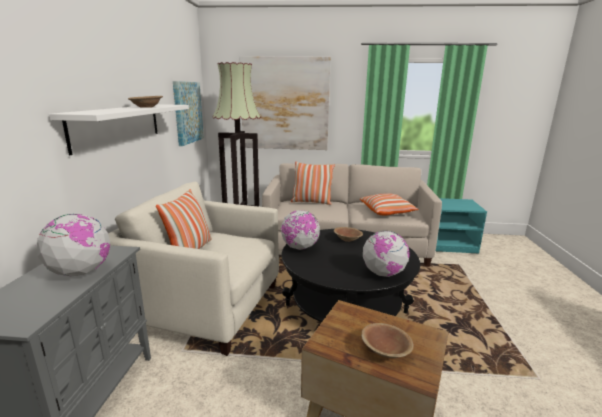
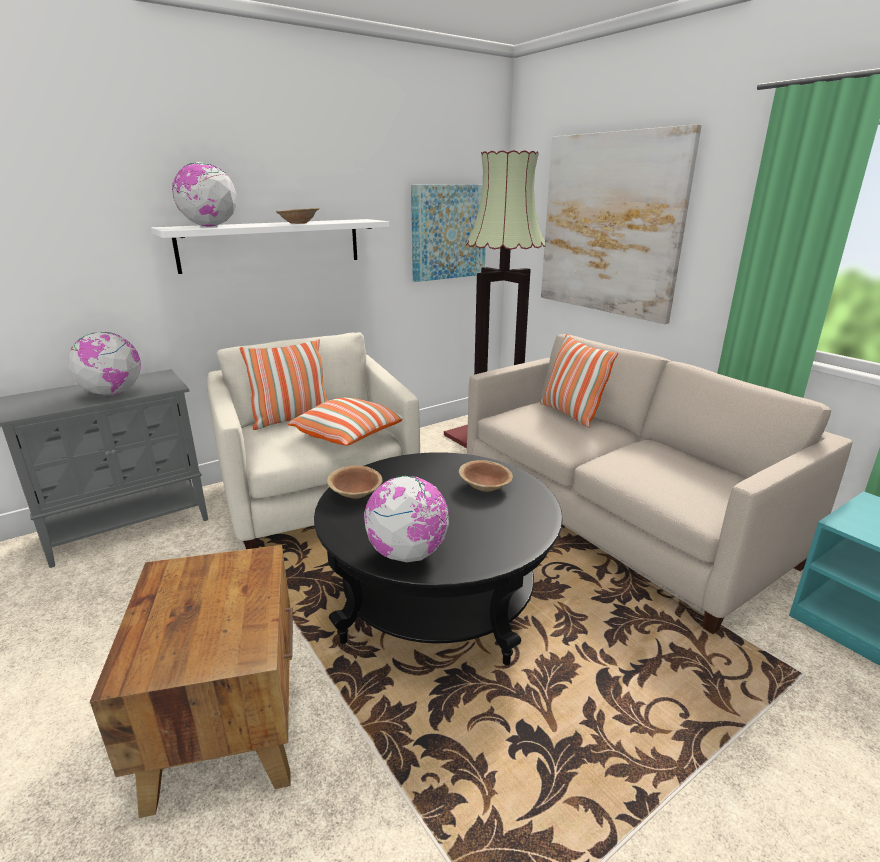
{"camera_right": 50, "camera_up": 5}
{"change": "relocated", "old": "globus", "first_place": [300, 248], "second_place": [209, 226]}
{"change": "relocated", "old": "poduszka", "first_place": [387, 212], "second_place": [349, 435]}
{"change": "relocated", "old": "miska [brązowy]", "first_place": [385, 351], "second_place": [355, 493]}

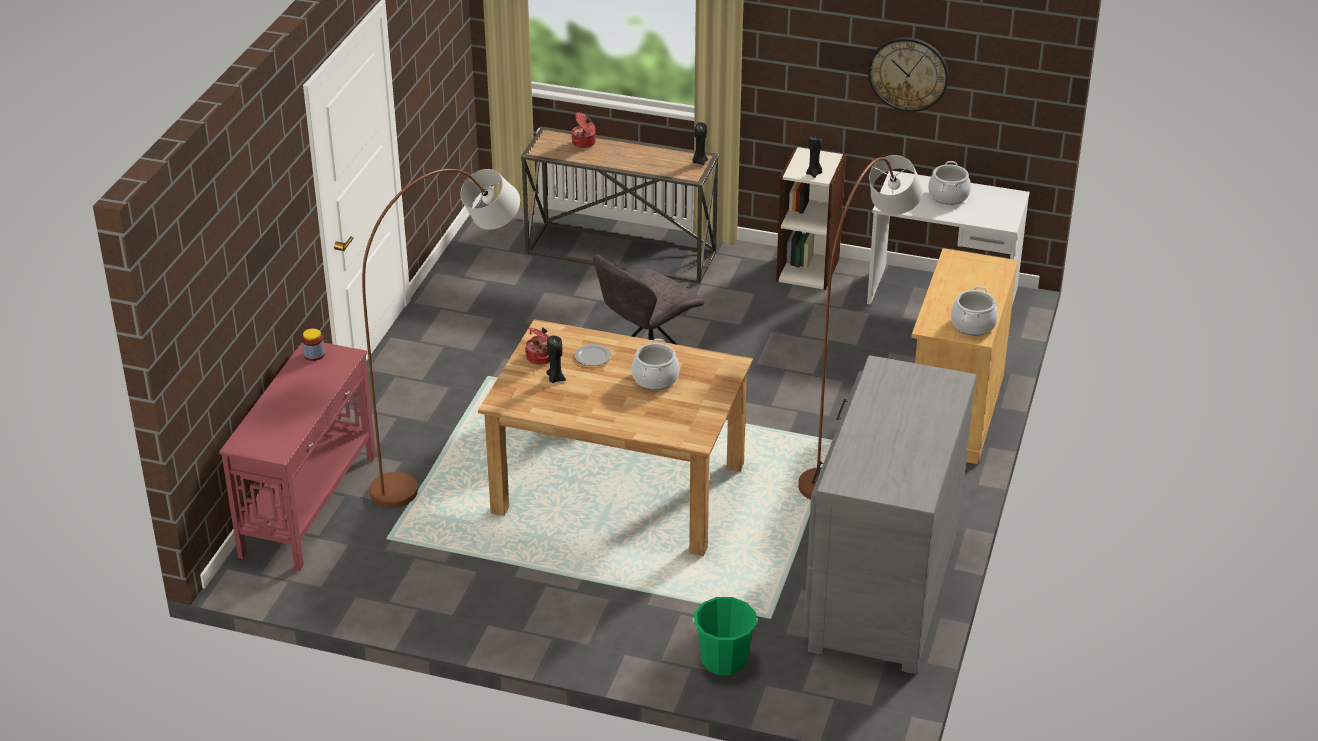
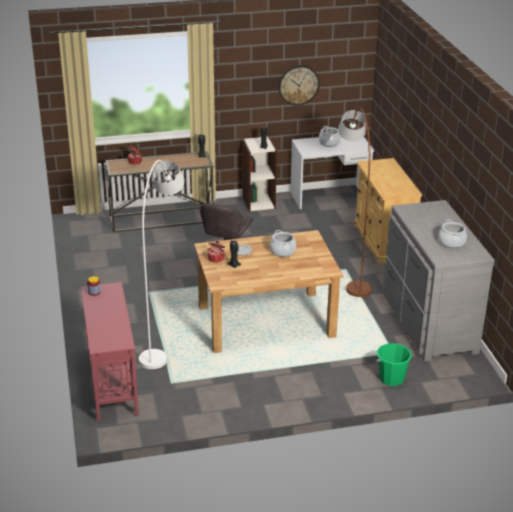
{"camera_right": -30, "camera_up": -5}
{"change": "colour", "old": "lampa stojąca [brązowy]", "new": "lampa stojąca [biały]", "first_place": [454, 448], "second_place": [164, 329]}
{"change": "relocated", "old": "garnek", "first_place": [973, 325], "second_place": [451, 242]}

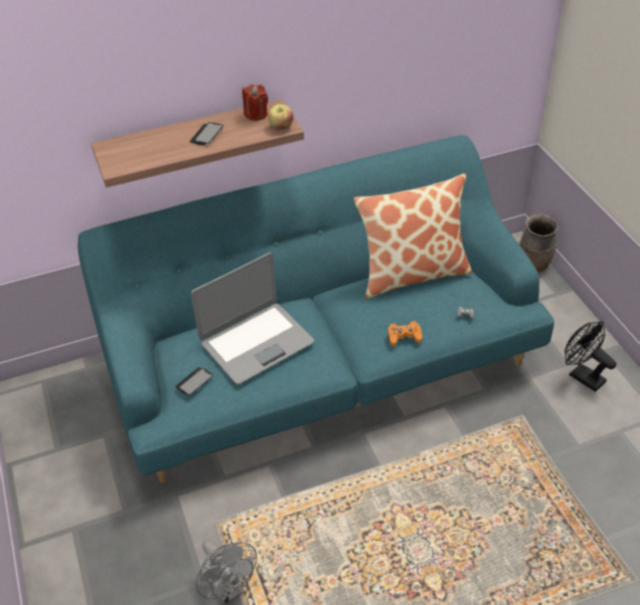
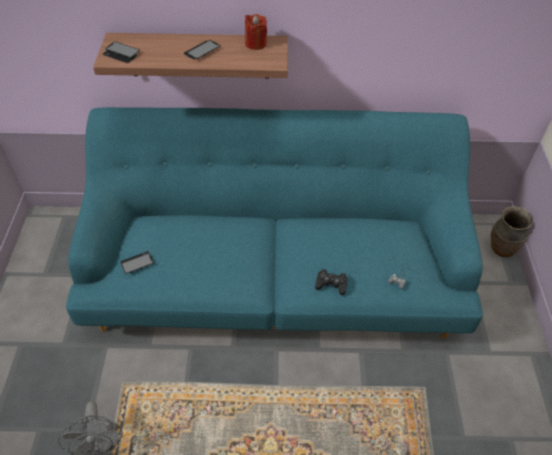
{"camera_right": 20, "camera_up": 5}
{"change": "missing", "old": "laptop", "first_place": [256, 343]}
{"change": "missing", "old": "jabłko", "first_place": [281, 127]}
{"change": "missing", "old": "poduszka", "first_place": [412, 273]}
{"change": "colour", "old": "pad do gier [pomarańczowy]", "new": "pad do gier [czarny]", "first_place": [404, 336], "second_place": [331, 284]}
{"change": "missing", "old": "wentylator [czarny]", "first_place": [581, 376]}
{"change": "appeared", "new": "telefon", "second_place": [121, 53]}

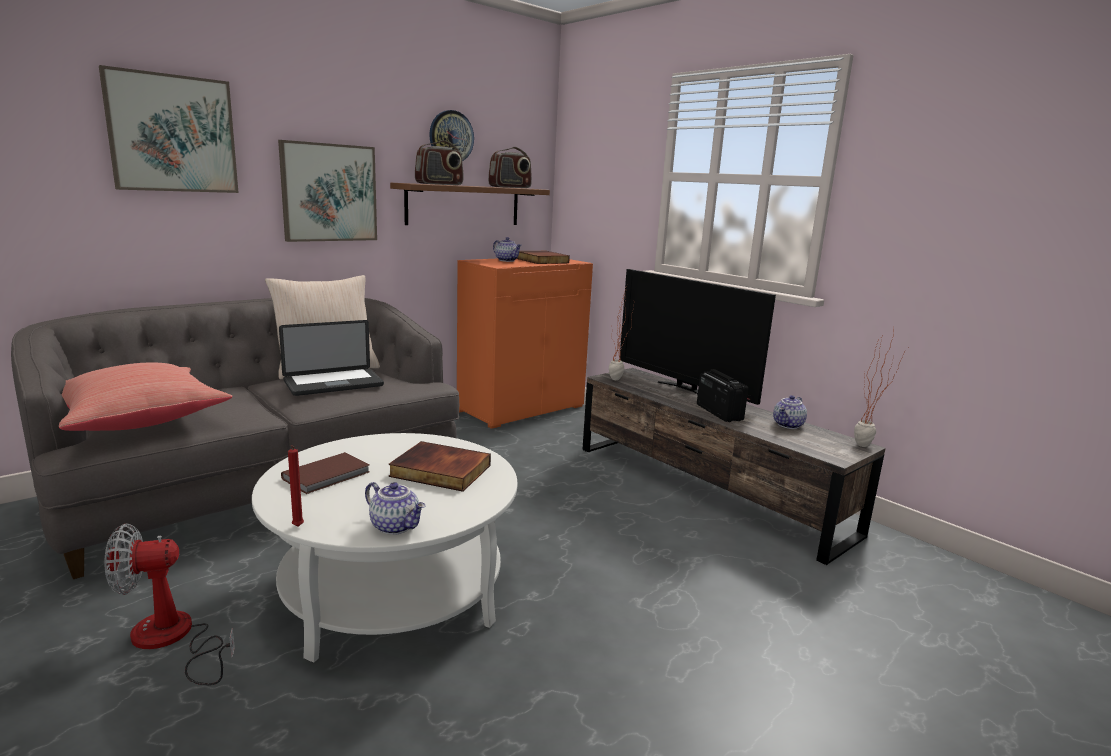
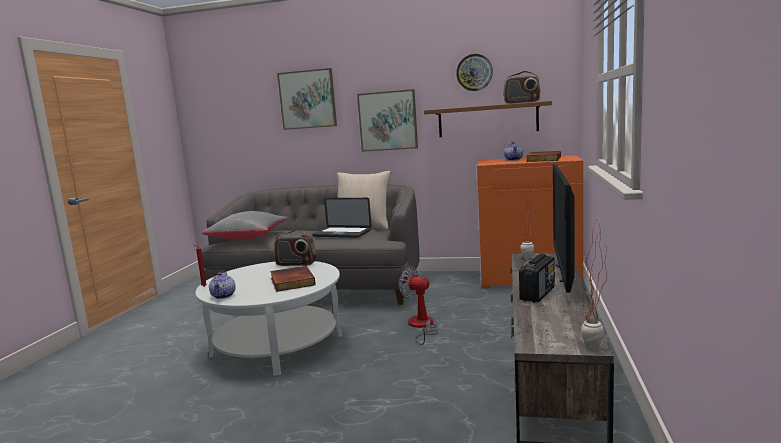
{"camera_right": 55, "camera_up": -5}
{"change": "colour", "old": "poduszka [czerwony]", "new": "poduszka [szary]", "first_place": [139, 421], "second_place": [249, 238]}
{"change": "relocated", "old": "wentylator", "first_place": [172, 640], "second_place": [421, 326]}
{"change": "missing", "old": "książka [brązowy]", "first_place": [328, 475]}
{"change": "relocated", "old": "radio", "first_place": [439, 184], "second_place": [296, 264]}
{"change": "missing", "old": "imbryk", "first_place": [788, 425]}

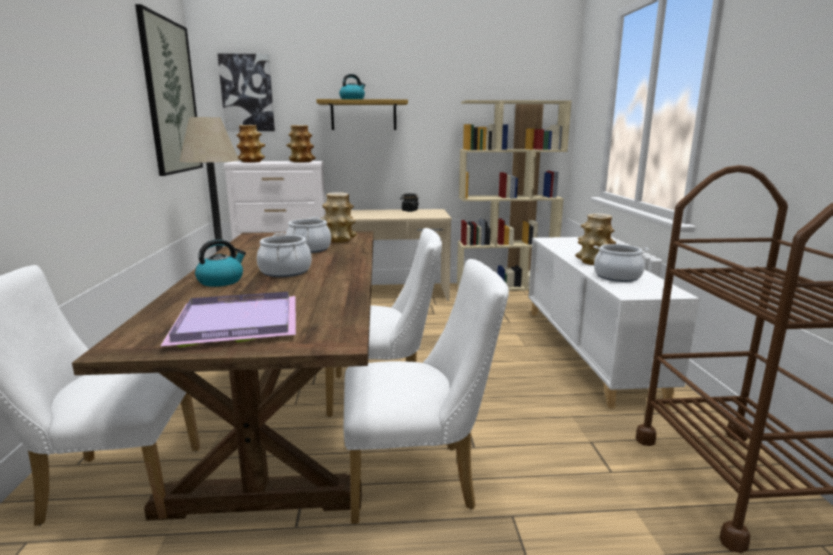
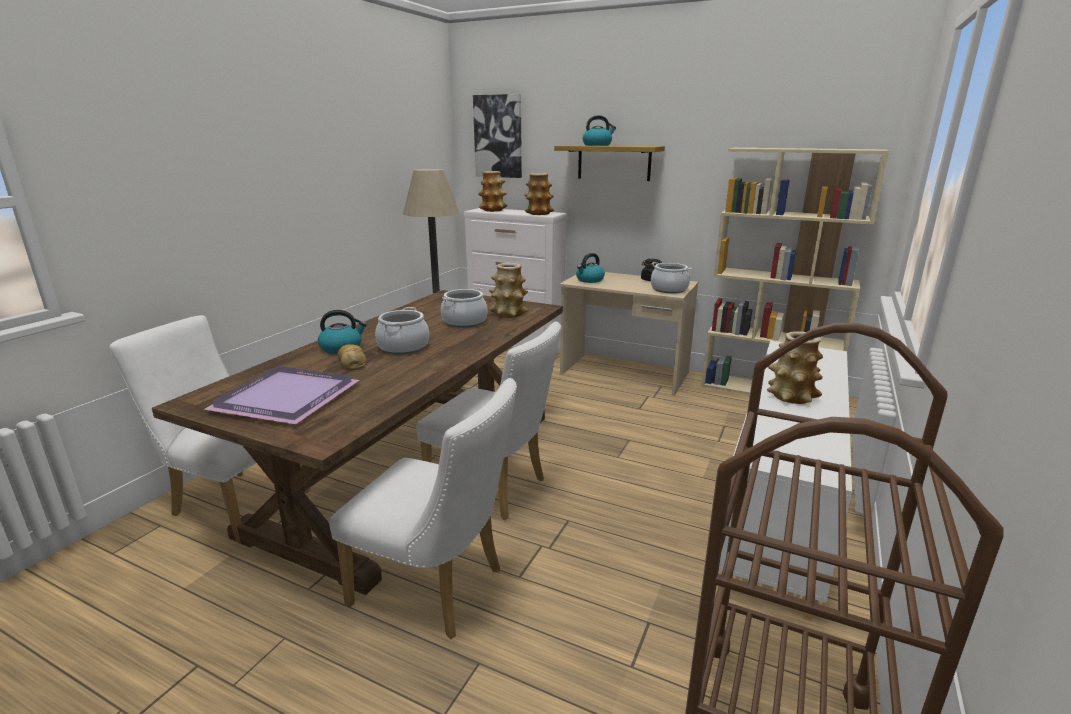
{"camera_right": 30, "camera_up": 5}
{"change": "missing", "old": "obraz", "first_place": [171, 97]}
{"change": "relocated", "old": "garnek", "first_place": [617, 276], "second_place": [669, 289]}
{"change": "appeared", "new": "chleb", "second_place": [352, 363]}
{"change": "appeared", "new": "czajnik", "second_place": [589, 280]}

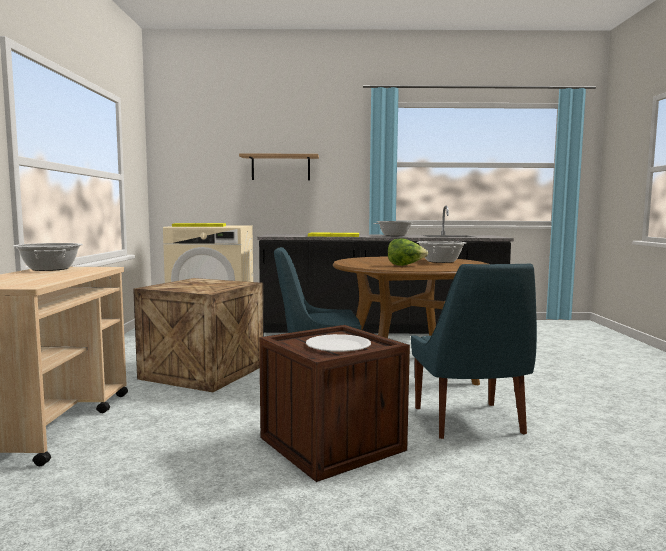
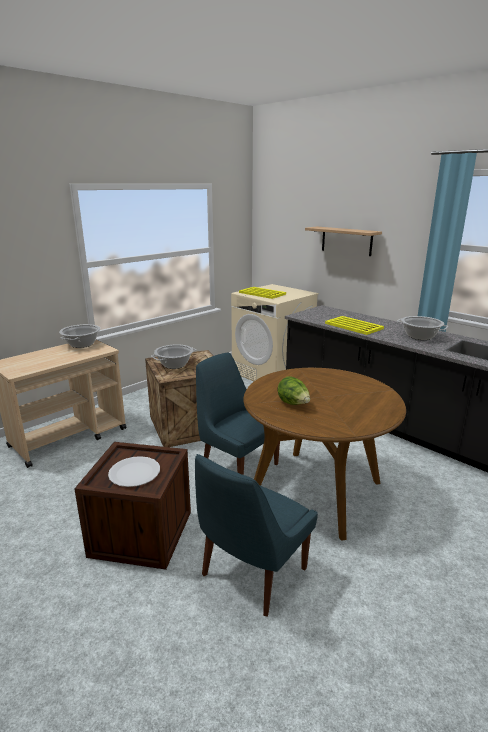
{"camera_right": 45, "camera_up": 15}
{"change": "relocated", "old": "garnek", "first_place": [440, 261], "second_place": [174, 365]}

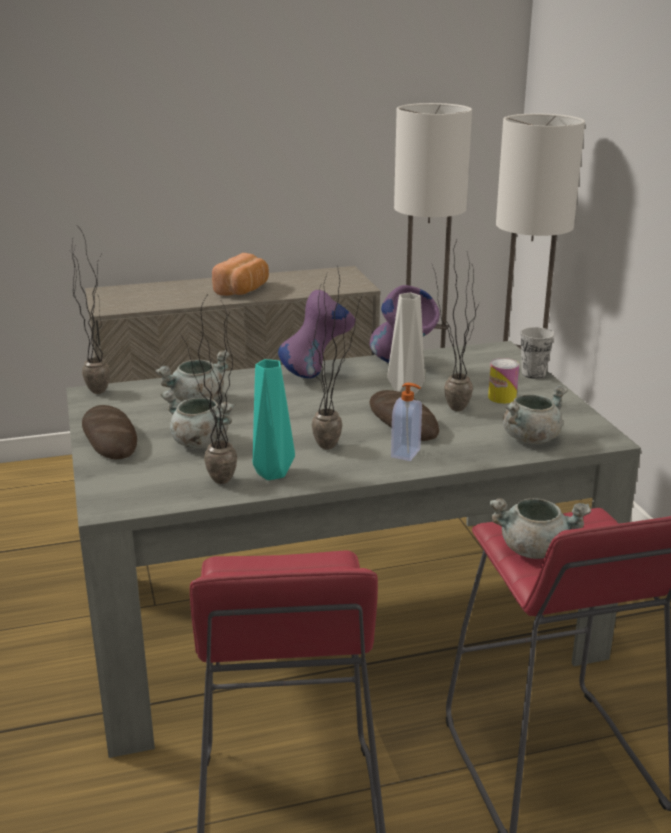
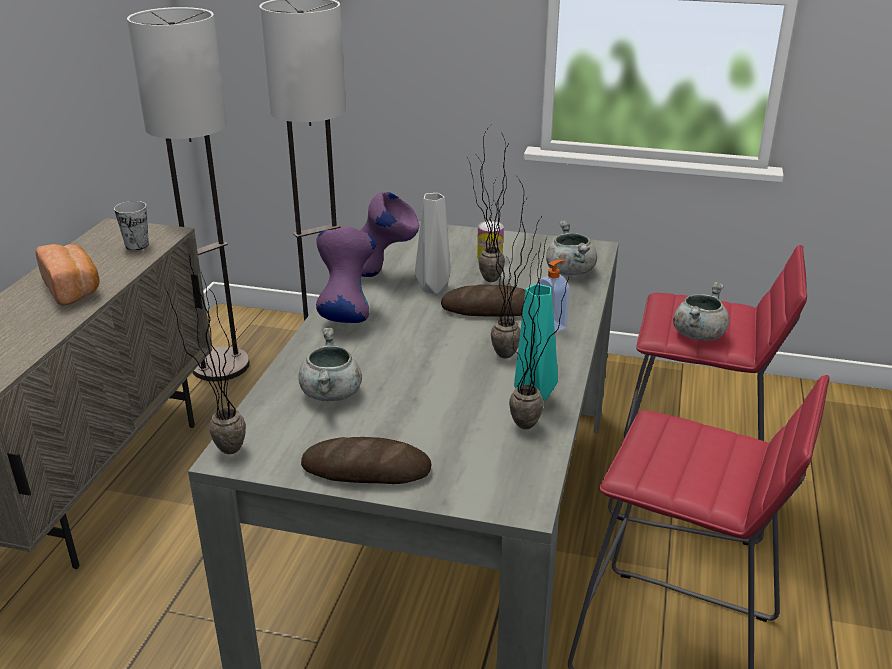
{"camera_right": -60, "camera_up": 5}
{"change": "missing", "old": "garnek [szary]", "first_place": [198, 442]}
{"change": "relocated", "old": "filiżanka", "first_place": [533, 374], "second_place": [137, 245]}

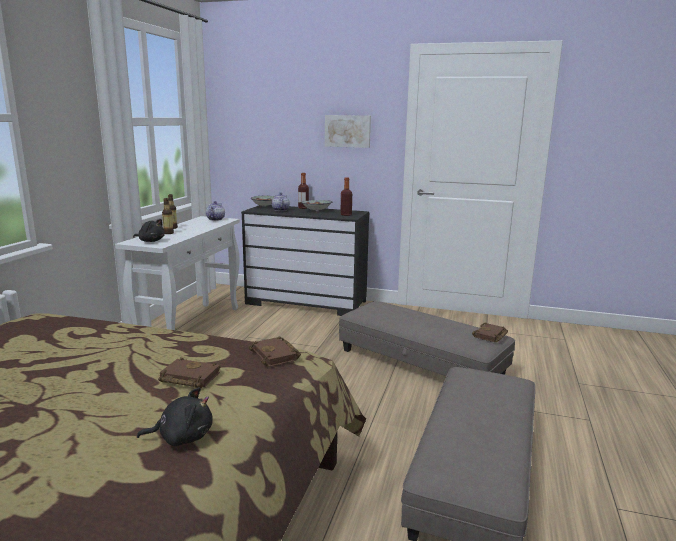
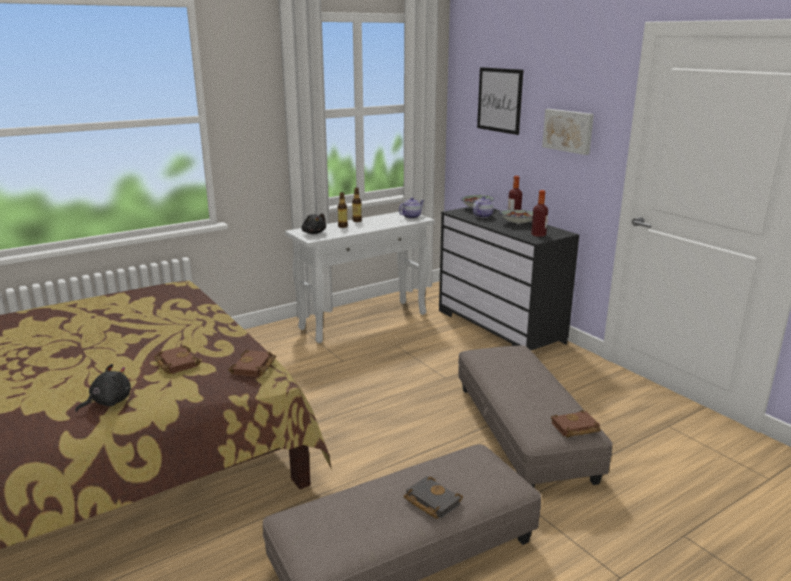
{"camera_right": 40, "camera_up": 5}
{"change": "spun", "old": "pluszak [czarny]", "first_place": [182, 437], "second_place": [108, 402], "degrees": -75}
{"change": "appeared", "new": "książka [czarny]", "second_place": [430, 501]}
{"change": "appeared", "new": "obraz", "second_place": [499, 100]}

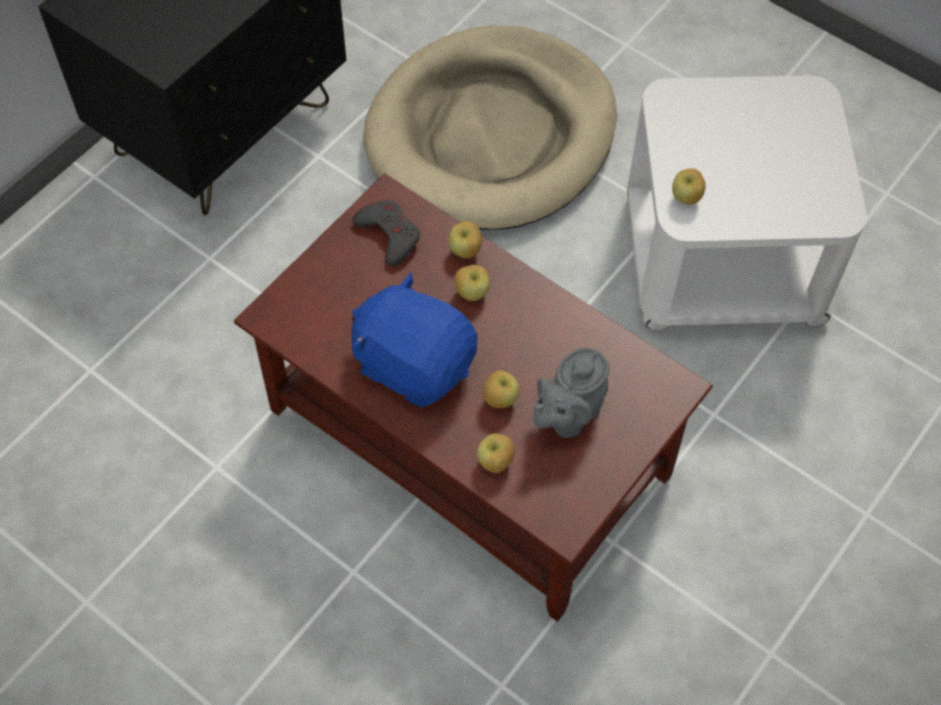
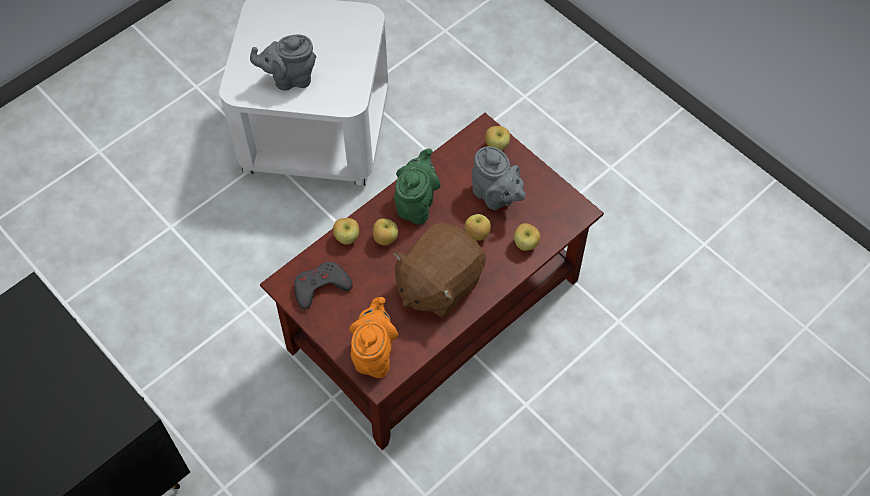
{"camera_right": -80, "camera_up": 0}
{"change": "colour", "old": "pluszak [niebieski]", "new": "pluszak [brązowy]", "first_place": [414, 363], "second_place": [438, 284]}
{"change": "missing", "old": "legowisko [beżowy]", "first_place": [492, 135]}
{"change": "relocated", "old": "jabłko", "first_place": [686, 198], "second_place": [497, 146]}
{"change": "appeared", "new": "imbryk [szary]", "second_place": [290, 78]}
{"change": "appeared", "new": "imbryk [pomarańczowy]", "second_place": [374, 354]}
{"change": "appeared", "new": "imbryk [zielony]", "second_place": [416, 204]}

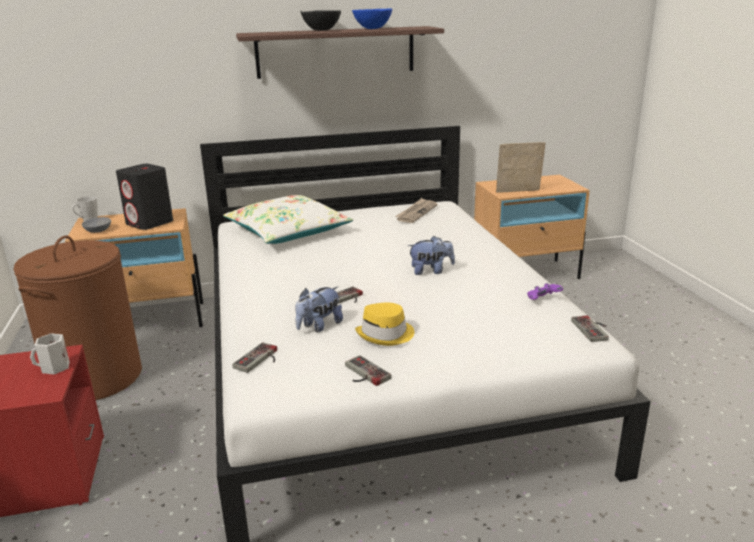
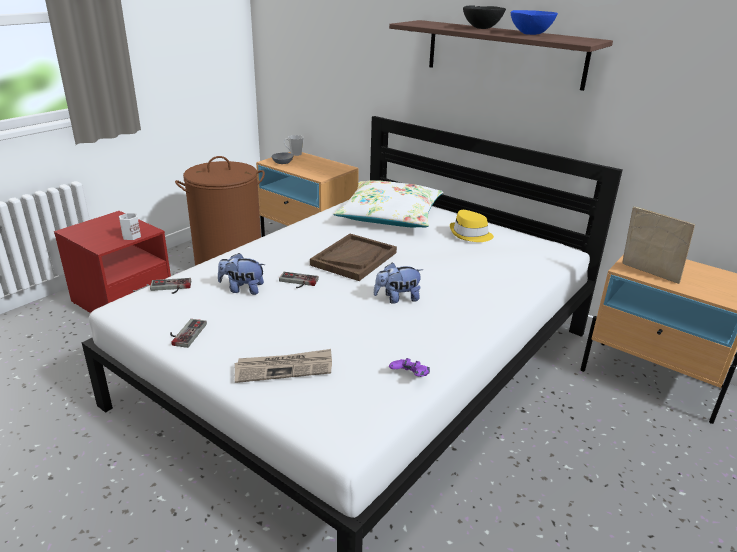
{"camera_right": 50, "camera_up": 5}
{"change": "missing", "old": "głośnik [czarny]", "first_place": [150, 223]}
{"change": "relocated", "old": "kapelusz [żółty]", "first_place": [386, 335], "second_place": [470, 235]}
{"change": "relocated", "old": "gazeta", "first_place": [416, 212], "second_place": [284, 368]}
{"change": "spun", "old": "pluszak", "first_place": [431, 271], "second_place": [397, 298], "degrees": 120}
{"change": "missing", "old": "pad do gier", "first_place": [594, 329]}
{"change": "appeared", "new": "taca [brązowy]", "second_place": [354, 258]}

